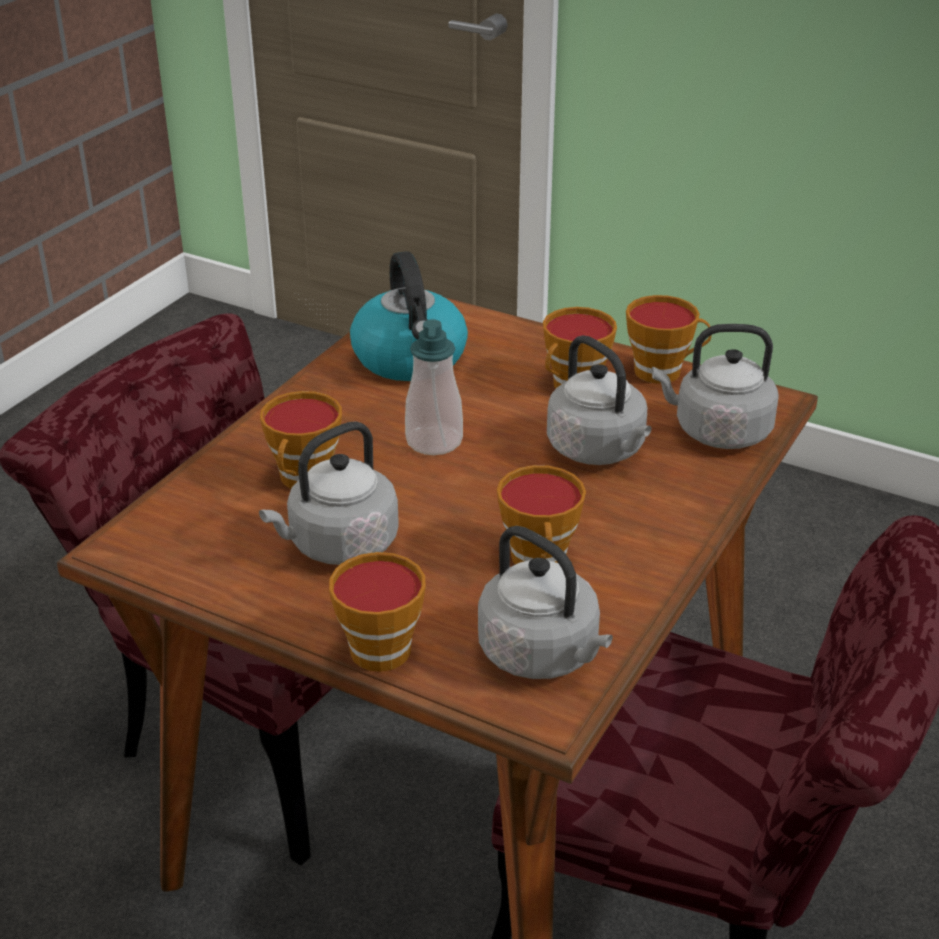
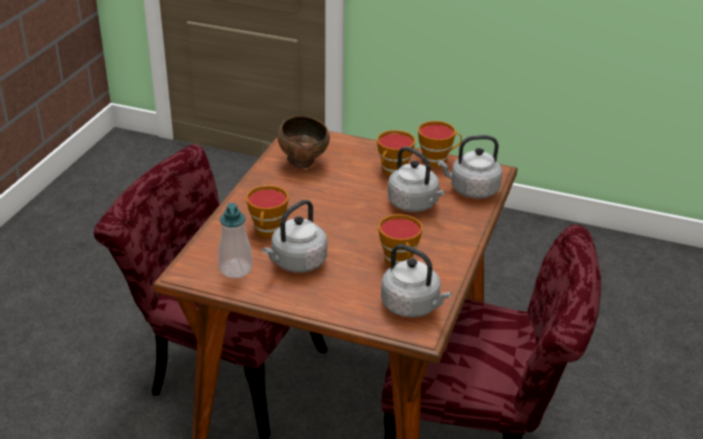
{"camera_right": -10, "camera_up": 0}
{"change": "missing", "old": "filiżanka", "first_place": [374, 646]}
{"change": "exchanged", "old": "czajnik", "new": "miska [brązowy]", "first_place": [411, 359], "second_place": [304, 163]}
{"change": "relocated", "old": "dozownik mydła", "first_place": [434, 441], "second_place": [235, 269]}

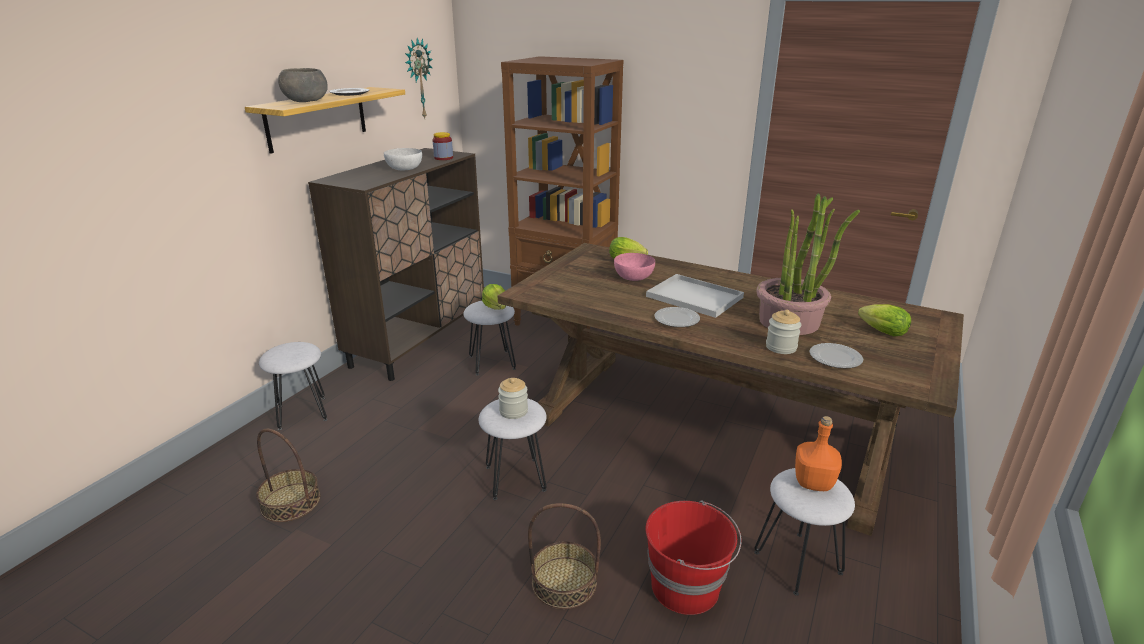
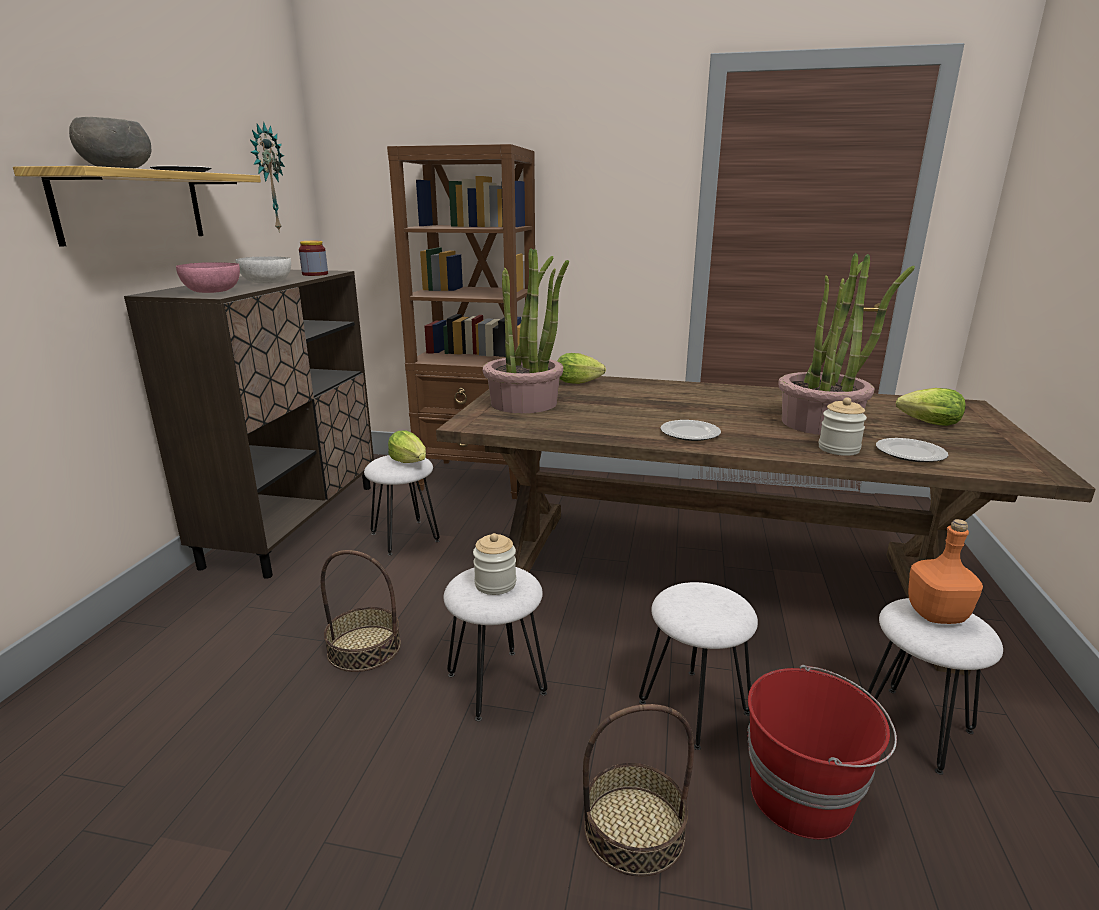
{"camera_right": -15, "camera_up": -5}
{"change": "relocated", "old": "koszyk", "first_place": [290, 502], "second_place": [364, 648]}
{"change": "relocated", "old": "stołek [biały]", "first_place": [301, 413], "second_place": [693, 708]}
{"change": "relocated", "old": "miska [różowy]", "first_place": [634, 277], "second_place": [213, 291]}
{"change": "missing", "old": "taca [biały]", "first_place": [696, 297]}
{"change": "appeared", "new": "roślina doniczkowa", "second_place": [524, 403]}

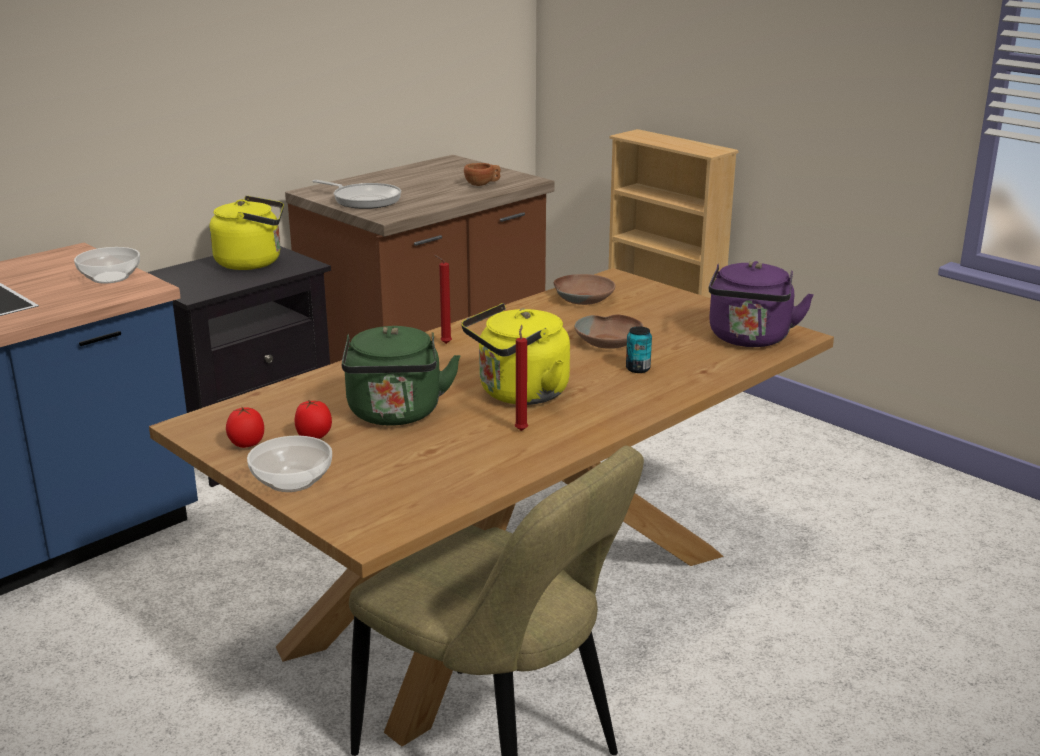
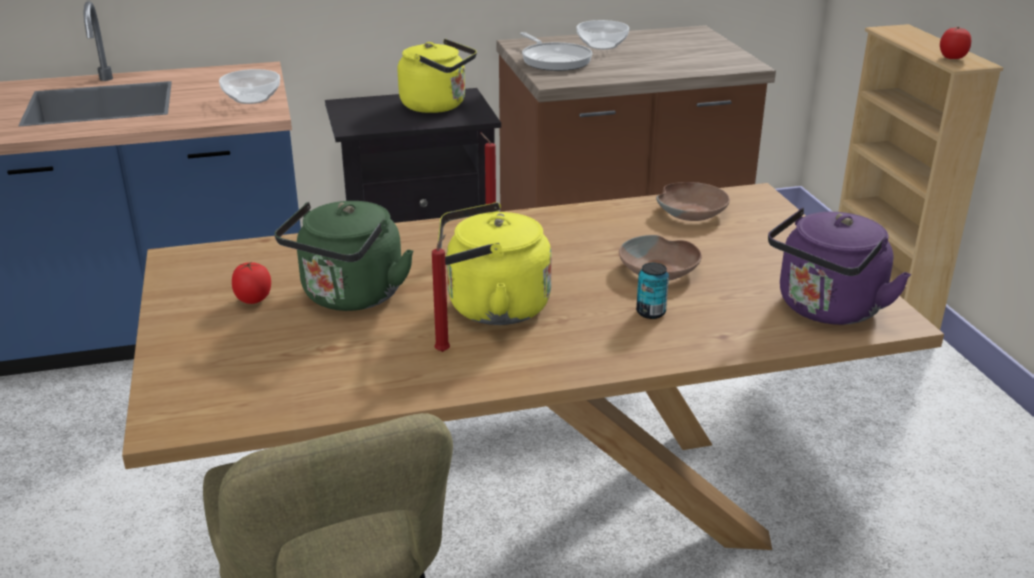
{"camera_right": 30, "camera_up": 5}
{"change": "relocated", "old": "pomidor", "first_place": [246, 445], "second_place": [951, 58]}
{"change": "relocated", "old": "miska", "first_place": [291, 481], "second_place": [601, 46]}
{"change": "missing", "old": "filiżanka [brązowy]", "first_place": [483, 184]}

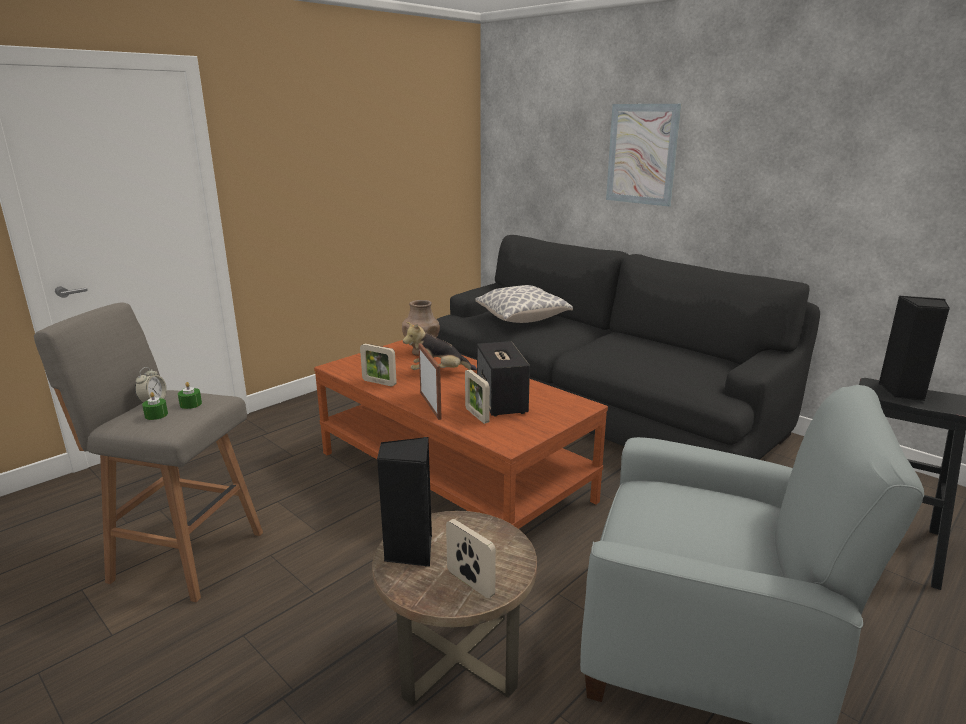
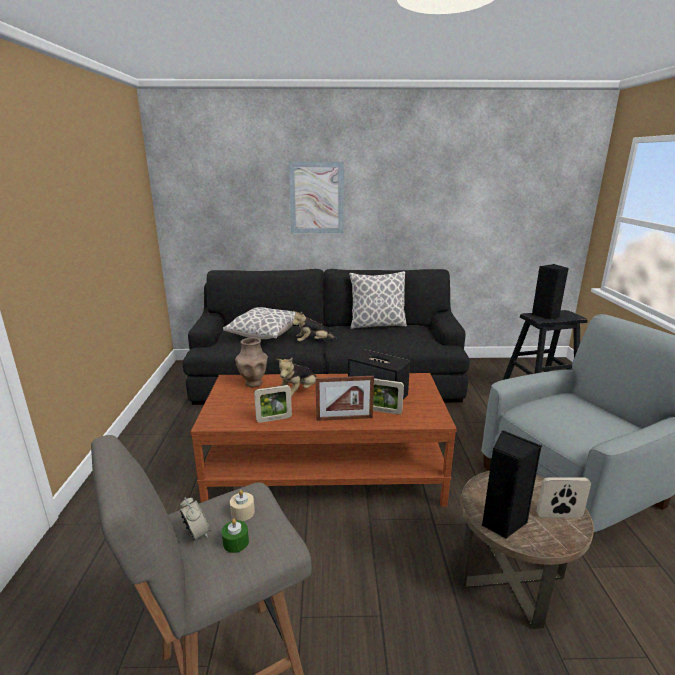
{"camera_right": -45, "camera_up": 0}
{"change": "colour", "old": "świeca [zielony]", "new": "świeca [beżowy]", "first_place": [191, 404], "second_place": [242, 512]}
{"change": "spun", "old": "ramka na zdjęcie", "first_place": [430, 405], "second_place": [344, 418], "degrees": 150}
{"change": "appeared", "new": "pluszak", "second_place": [313, 342]}
{"change": "appeared", "new": "poduszka", "second_place": [377, 325]}

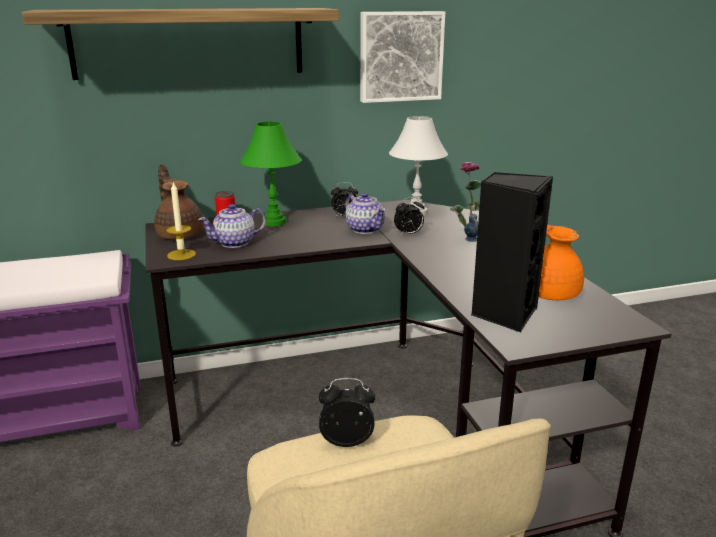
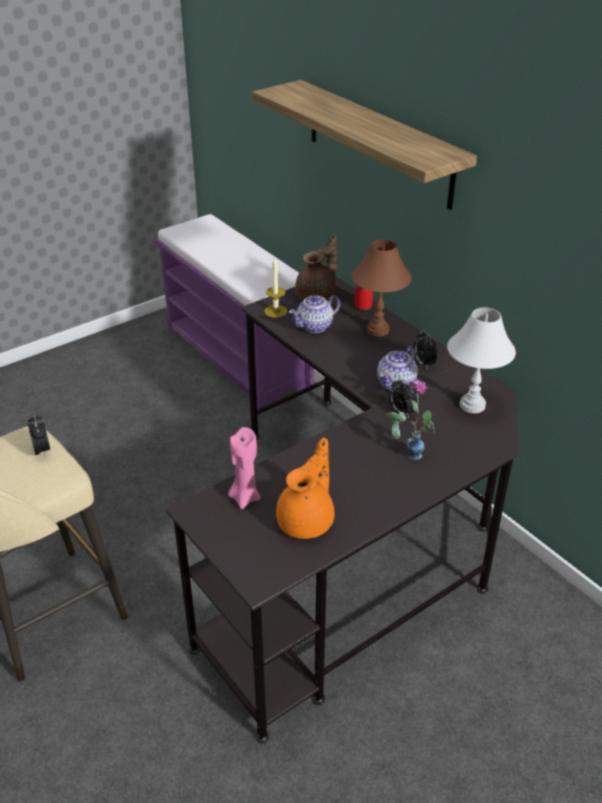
{"camera_right": 70, "camera_up": 15}
{"change": "spun", "old": "imbryk", "first_place": [235, 243], "second_place": [315, 326], "degrees": -75}
{"change": "colour", "old": "lampa stołowa [zielony]", "new": "lampa stołowa [brązowy]", "first_place": [274, 222], "second_place": [378, 330]}
{"change": "missing", "old": "obraz", "first_place": [400, 56]}
{"change": "exchanged", "old": "głośnik [czarny]", "new": "świeca [różowy]", "first_place": [503, 314], "second_place": [245, 497]}

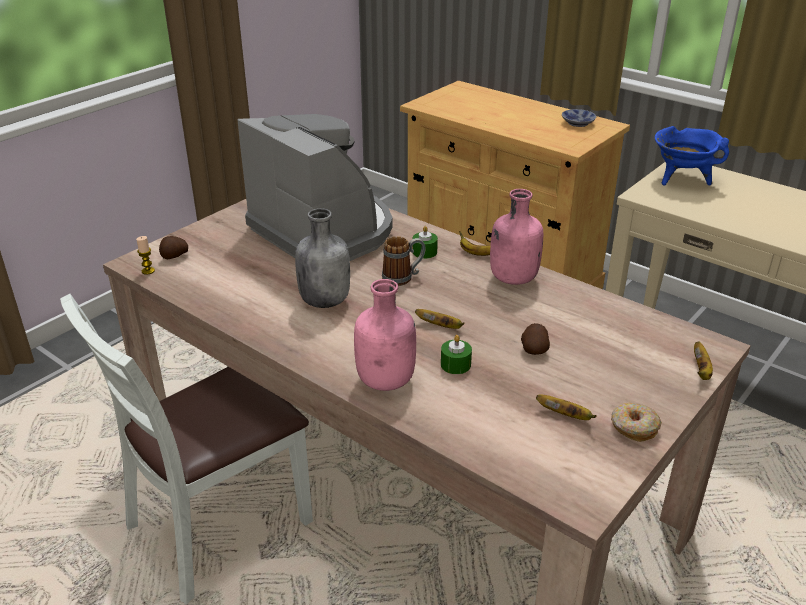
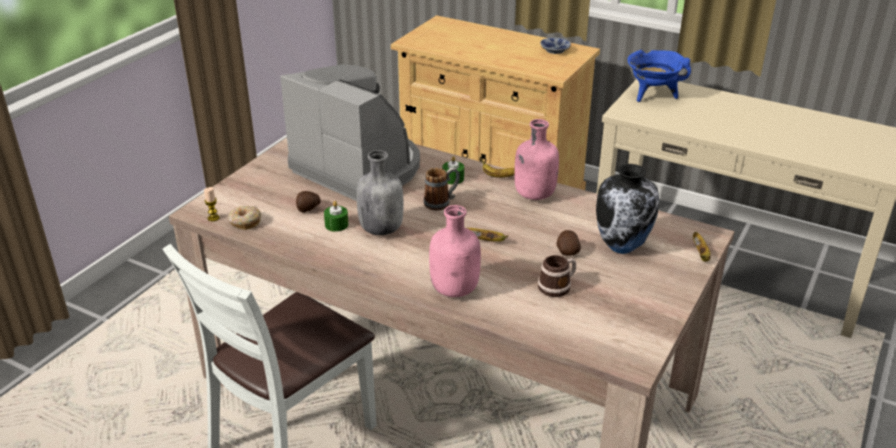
{"camera_right": -10, "camera_up": 0}
{"change": "relocated", "old": "ziemniak", "first_place": [174, 256], "second_place": [308, 209]}
{"change": "relocated", "old": "świeca [zielony]", "first_place": [455, 364], "second_place": [336, 225]}
{"change": "missing", "old": "banan", "first_place": [565, 415]}
{"change": "relocated", "old": "donut", "first_place": [633, 428], "second_place": [245, 222]}
{"change": "appeared", "new": "kubek", "second_place": [558, 286]}
{"change": "appeared", "new": "wazon", "second_place": [622, 247]}

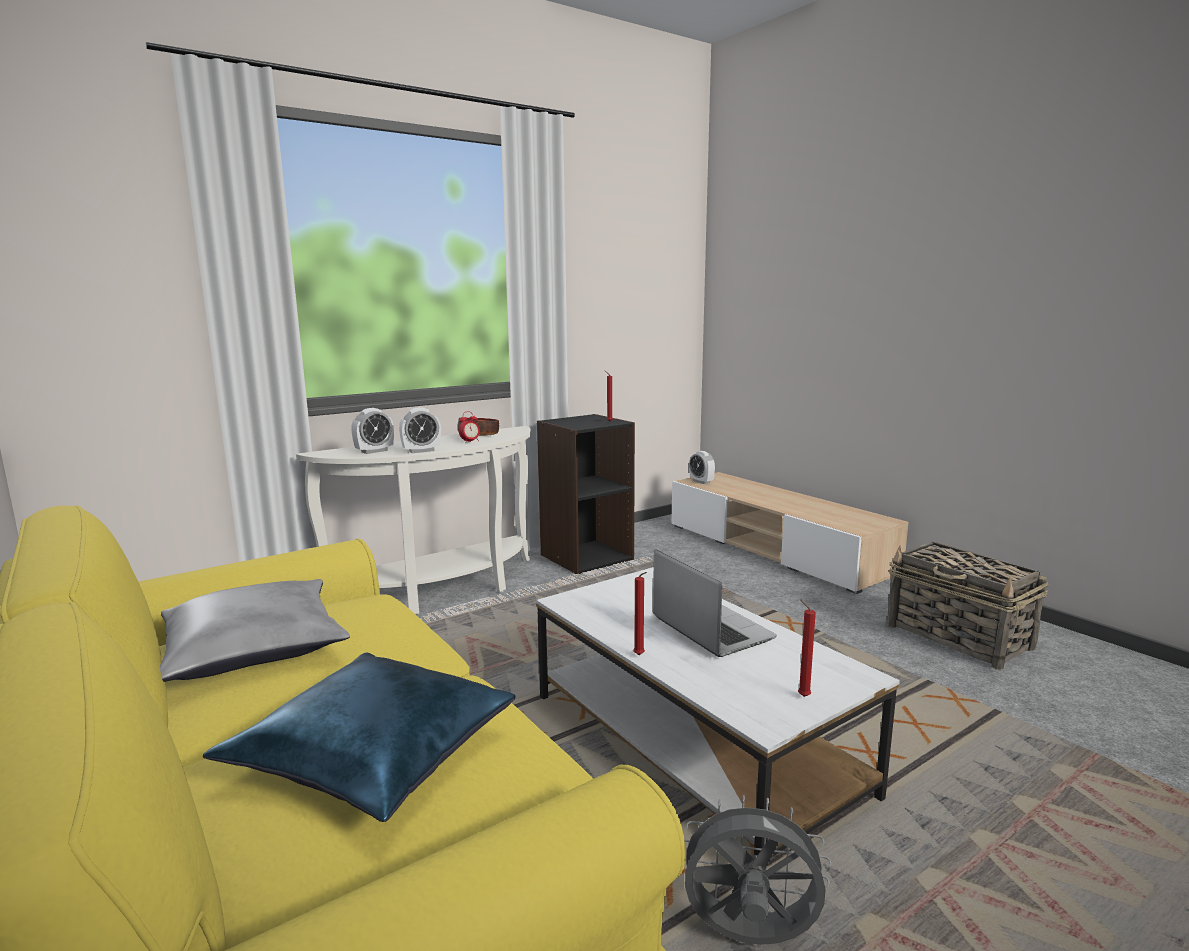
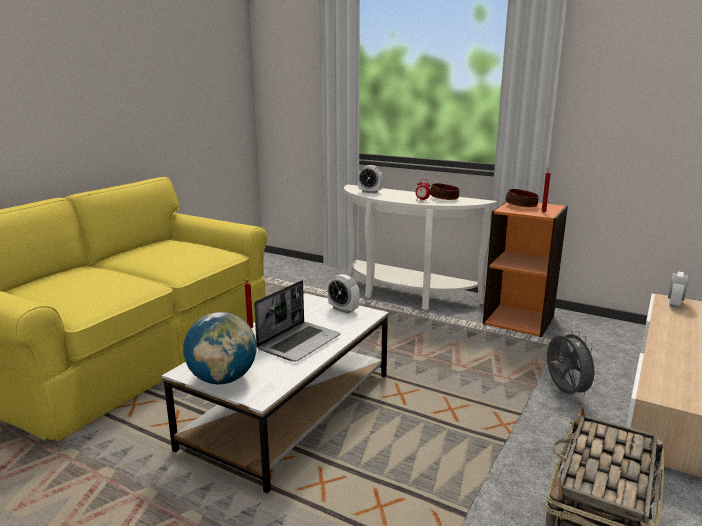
{"camera_right": 65, "camera_up": 5}
{"change": "missing", "old": "poduszka [szary]", "first_place": [254, 647]}
{"change": "missing", "old": "poduszka [niebieski]", "first_place": [373, 753]}
{"change": "relocated", "old": "budzik", "first_place": [421, 451], "second_place": [343, 309]}
{"change": "colour", "old": "regał [czarny]", "new": "regał [pomarańczowy]", "first_place": [586, 556], "second_place": [519, 320]}
{"change": "relocated", "old": "wentylator [szary]", "first_place": [749, 939], "second_place": [565, 392]}
{"change": "exchanged", "old": "świeca [czerwony]", "new": "globus", "first_place": [802, 696], "second_place": [223, 379]}
{"change": "appeared", "new": "miska", "second_place": [521, 205]}

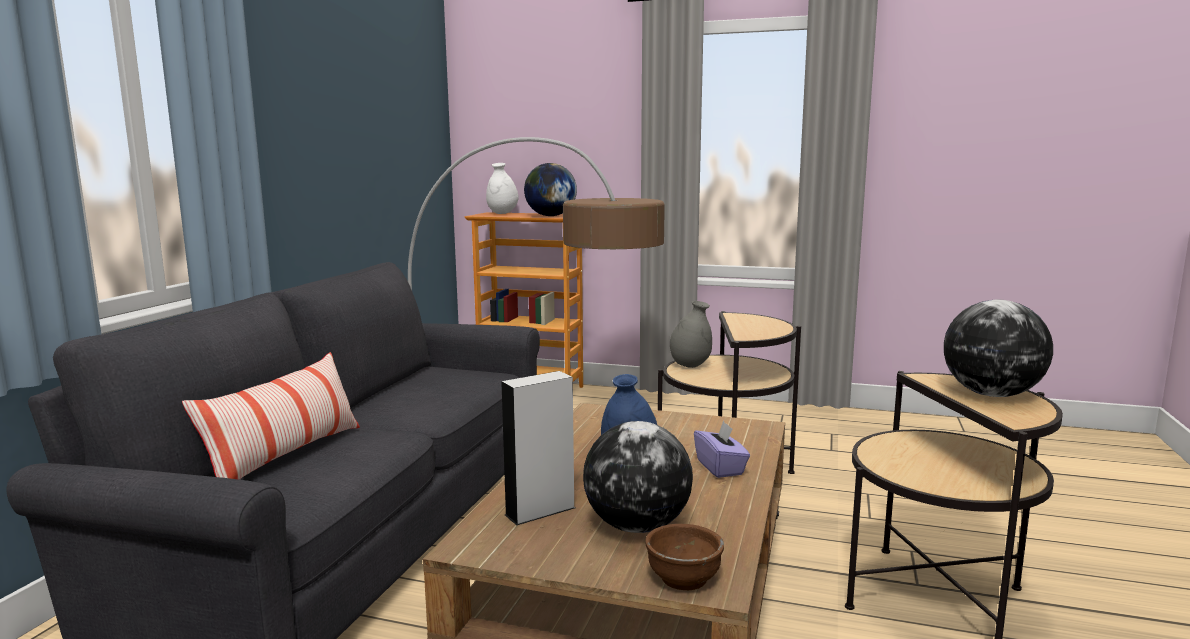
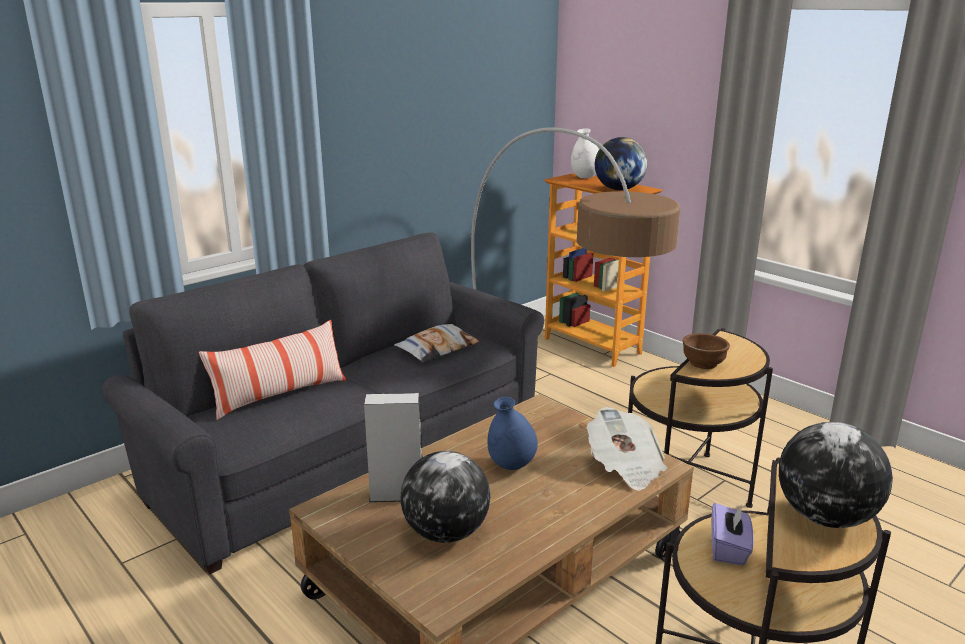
{"camera_right": 30, "camera_up": 10}
{"change": "relocated", "old": "miska [brązowy]", "first_place": [683, 578], "second_place": [703, 363]}
{"change": "missing", "old": "wazon [szary]", "first_place": [690, 365]}
{"change": "relocated", "old": "pudełko chusteczek [fioletowy]", "first_place": [720, 467], "second_place": [729, 549]}
{"change": "appeared", "new": "poduszka", "second_place": [437, 349]}
{"change": "appeared", "new": "gazeta", "second_place": [625, 467]}

